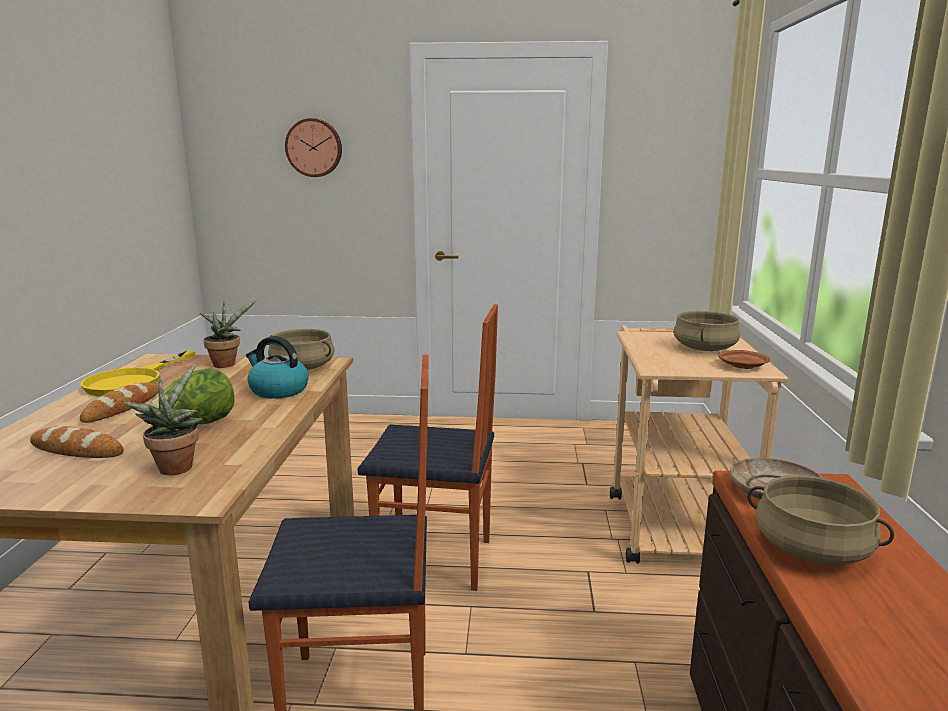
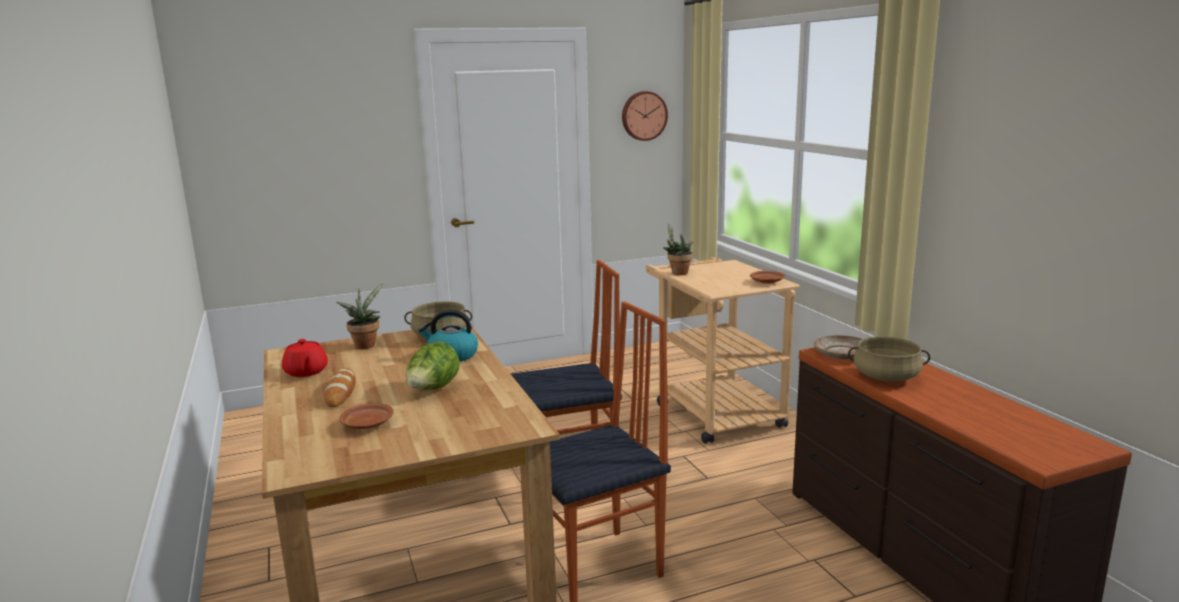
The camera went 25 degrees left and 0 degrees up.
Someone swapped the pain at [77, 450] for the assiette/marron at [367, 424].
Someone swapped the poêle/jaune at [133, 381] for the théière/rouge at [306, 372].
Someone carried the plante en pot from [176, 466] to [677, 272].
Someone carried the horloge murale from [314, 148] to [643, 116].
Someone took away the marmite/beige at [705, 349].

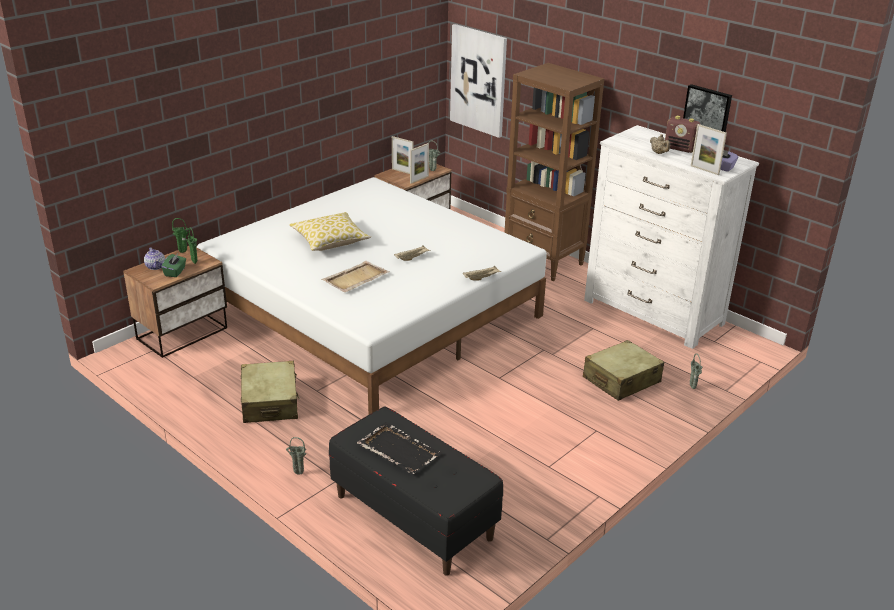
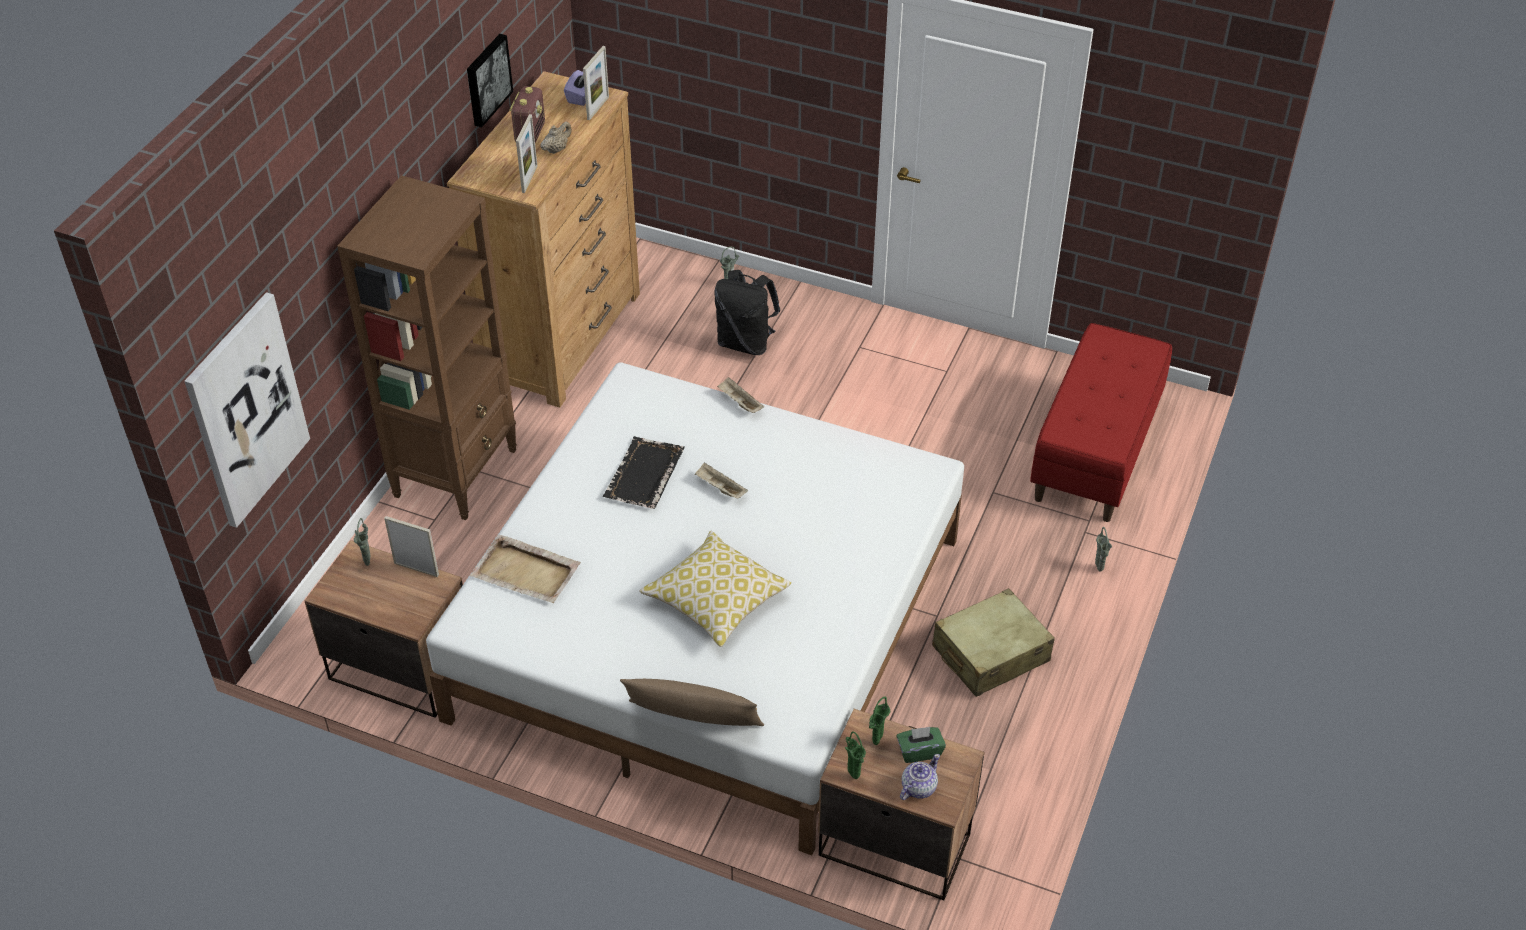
The camera went 110 degrees left and 15 degrees up.
Someone carried the plateau/beige from [355, 278] to [526, 572].
Someone repainted the banc/noir at [413, 517], which became the banc/rouge at [1096, 452].
Someone carried the plateau/noir from [398, 450] to [643, 475].
Someone carried the cadre photo from [402, 171] to [529, 179].
Someone swapped the valise/beige at [621, 380] for the sac à dos/noir at [745, 343].
Someone repainted the commode/blanc at [653, 312], which became the commode/marron at [562, 337].
Someone put down the coussin/marron at [693, 722].

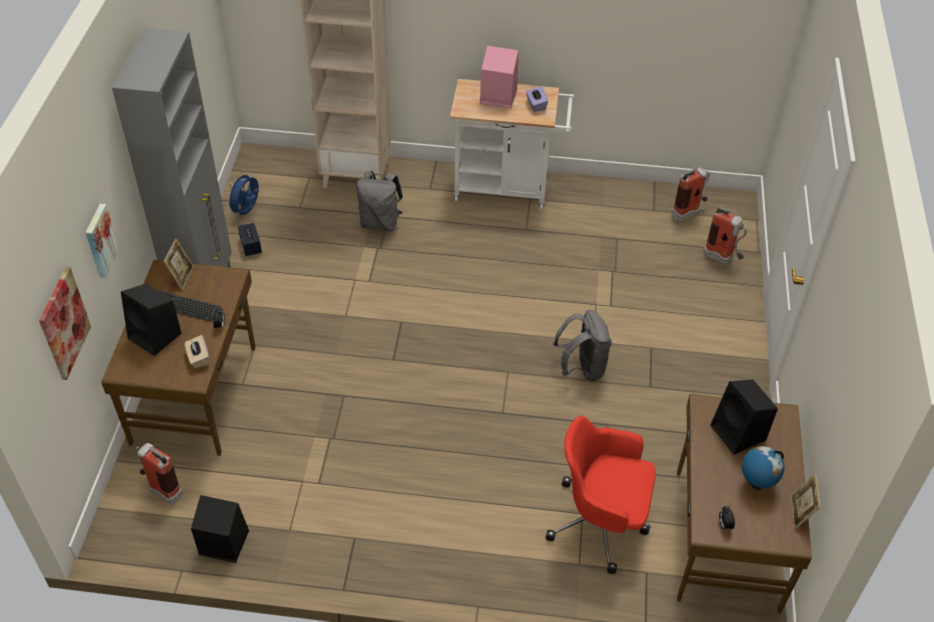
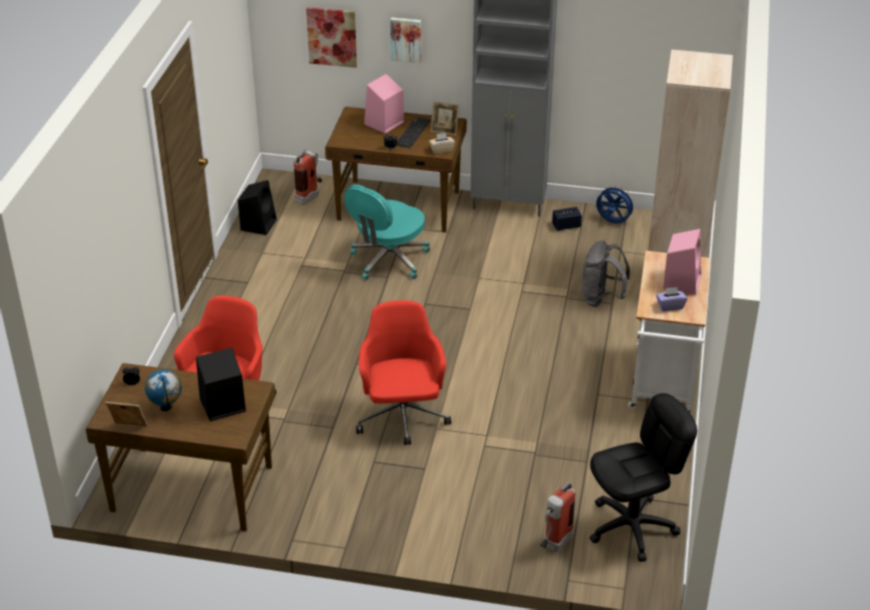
The camera went 95 degrees right and 10 degrees down.
Someone repainted the enceinte/noir at [156, 336], which became the enceinte/rose at [383, 124].
Someone carried the boîte à mouchoirs/beige from [198, 358] to [441, 150].
Someone swapped the sac à dos/gris at [582, 368] for the chaise de bureau/rouge at [402, 417].
Someone swapped the extincteur at [689, 213] for the chaise de bureau/noir at [632, 527].
Someone put down the chaise de bureau/turquoise at [388, 260].

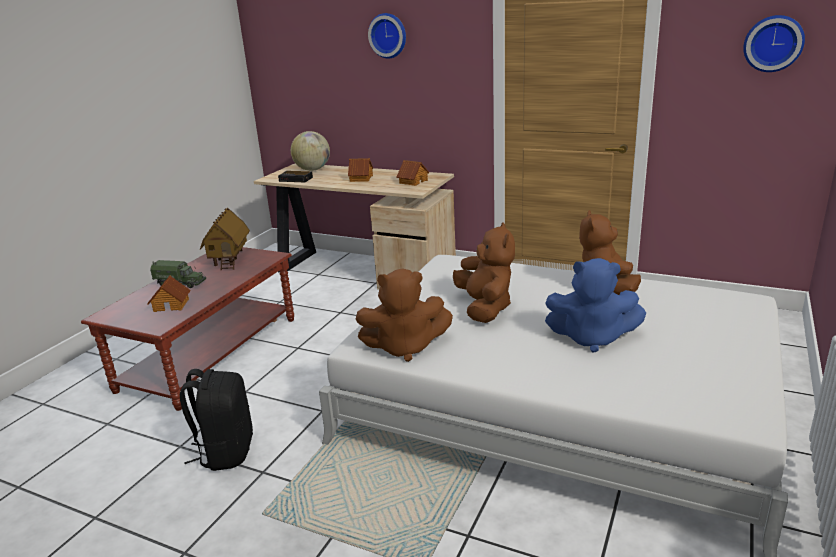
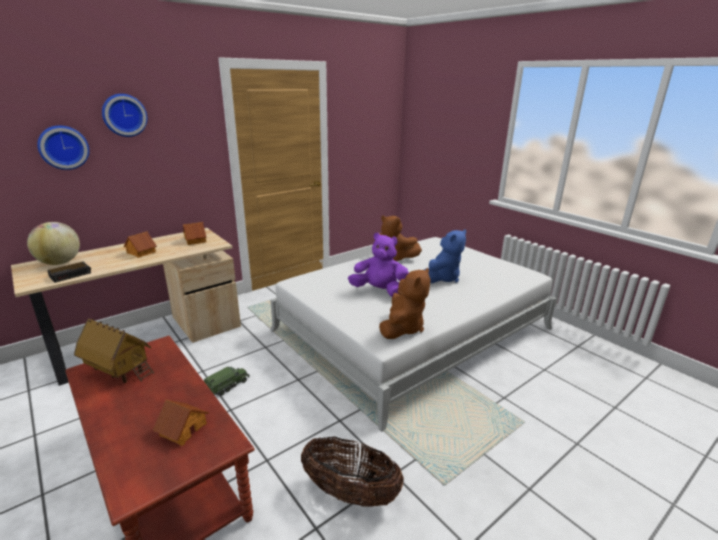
The camera went 65 degrees left and 0 degrees up.
Someone carried the camion jouet from [180, 283] to [228, 385].
Someone swapped the sac à dos/noir at [226, 452] for the panier at [350, 493].
Someone repainted the peluche/marron at [485, 308], which became the peluche/violet at [379, 291].
Someone carried the horloge murale from [773, 43] to [63, 147].

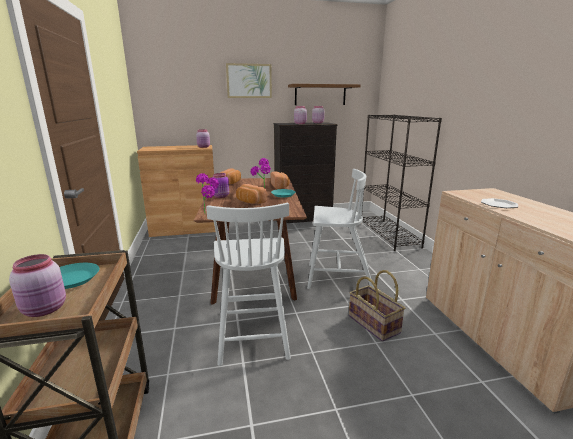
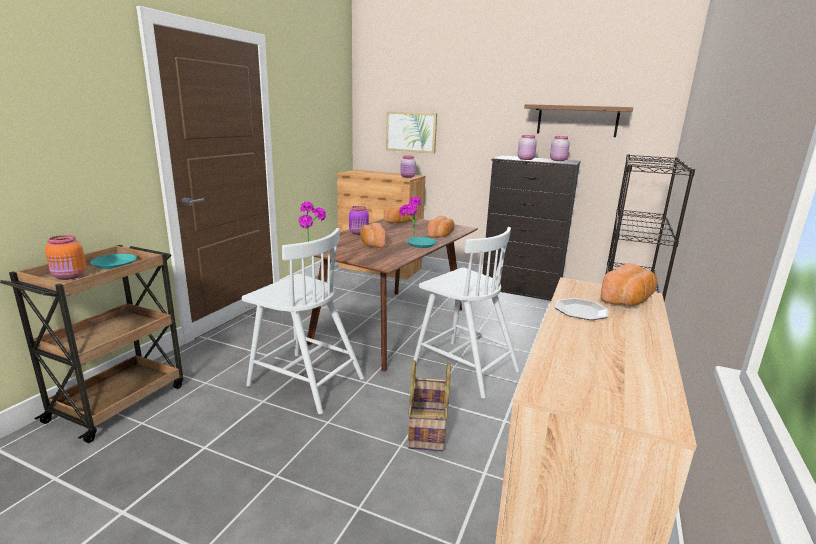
The camera went 35 degrees right and 0 degrees up.
Someone repainted the bocal/rose at [46, 309], which became the bocal/orange at [70, 276].
Someone rotated the chaise/blanc at [252, 332] by 90 degrees counterclockwise.
Someone carried the tableau from [249, 81] to [411, 132].
Someone put down the pain at [628, 300].

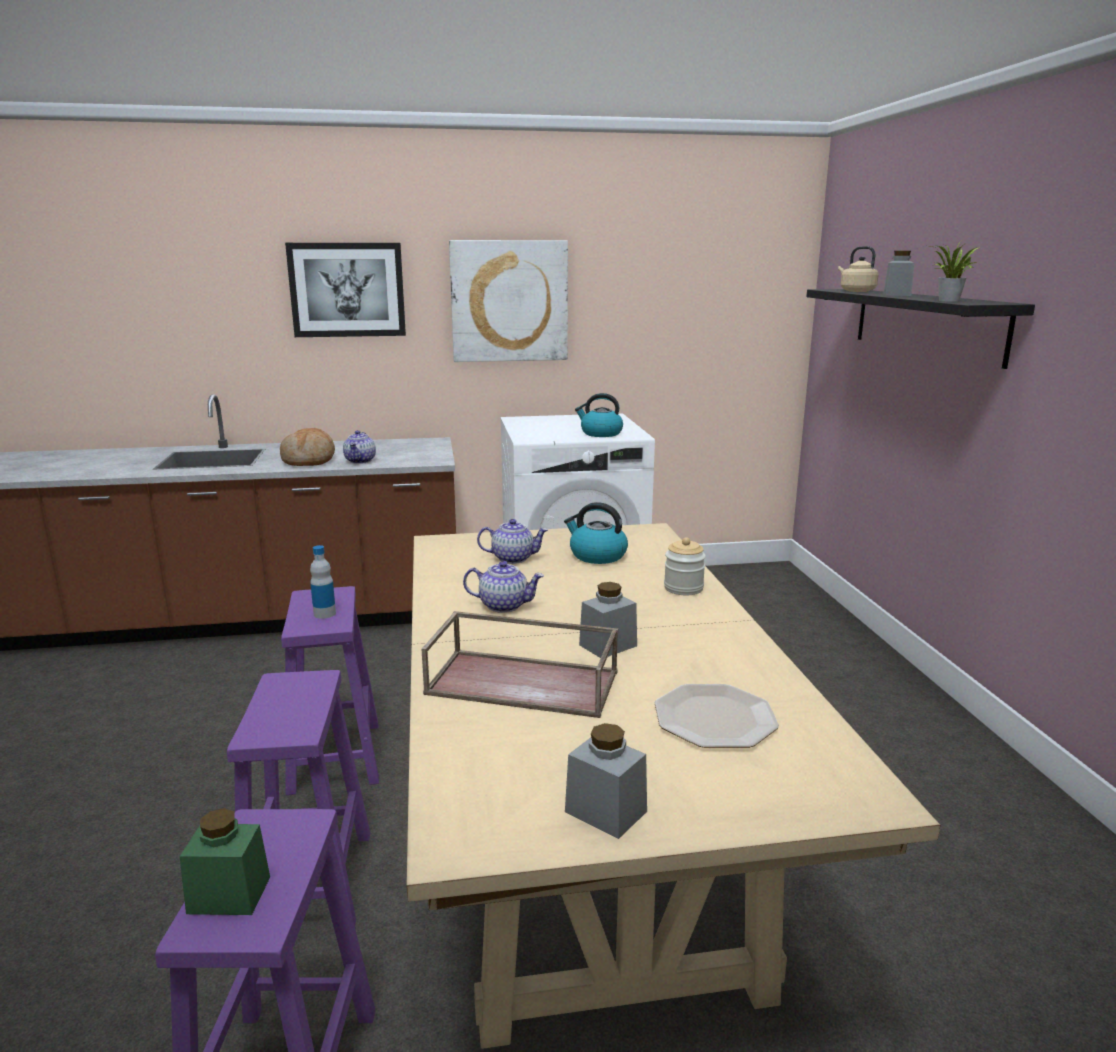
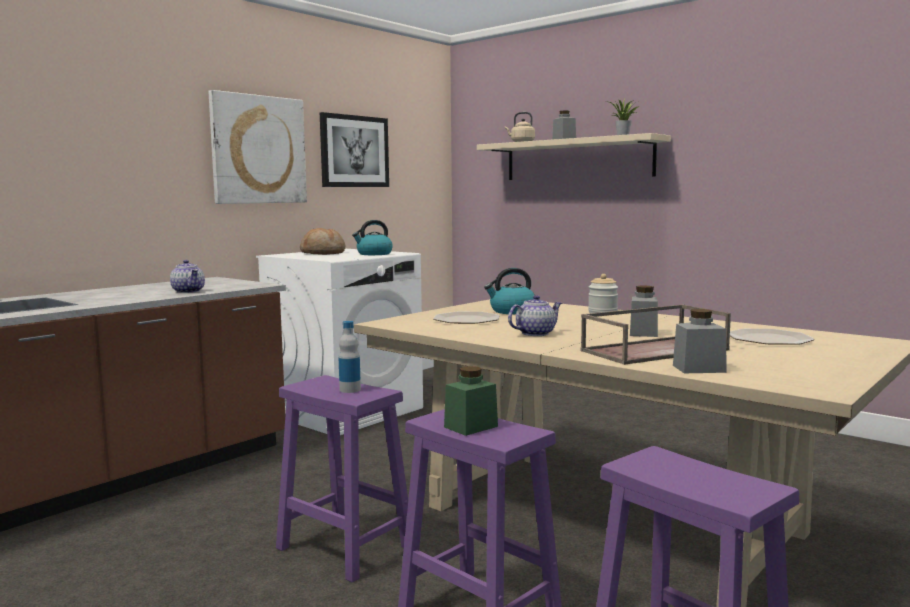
The camera went 40 degrees left and 10 degrees down.
Someone carried the bocal/vert from [229, 895] to [471, 427].
Someone carried the pain from [309, 460] to [322, 253].
Someone carried the tableau from [347, 290] to [354, 151].
Someone swapped the théière at [513, 558] for the assiette at [466, 320].
Someone carried the bocal/gris from [605, 811] to [699, 369].
Someone repainted the étagère/noir at [926, 324], which became the étagère/beige at [577, 159].

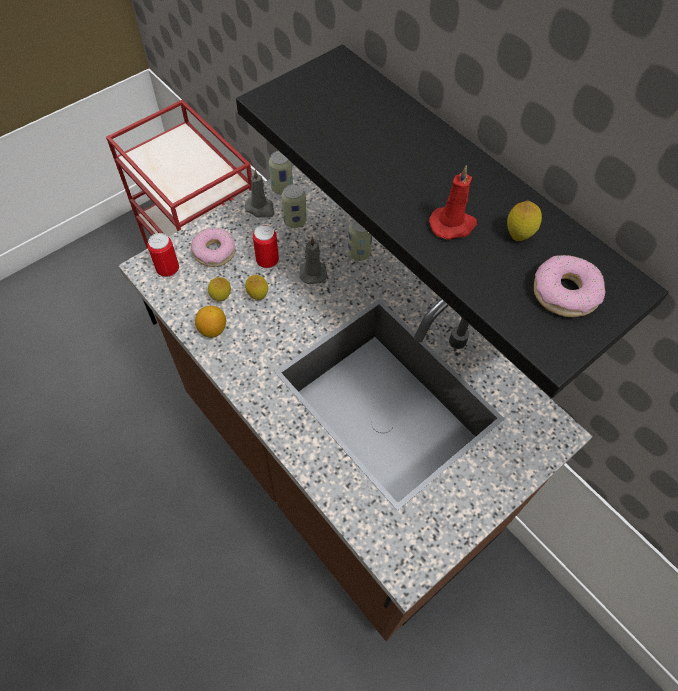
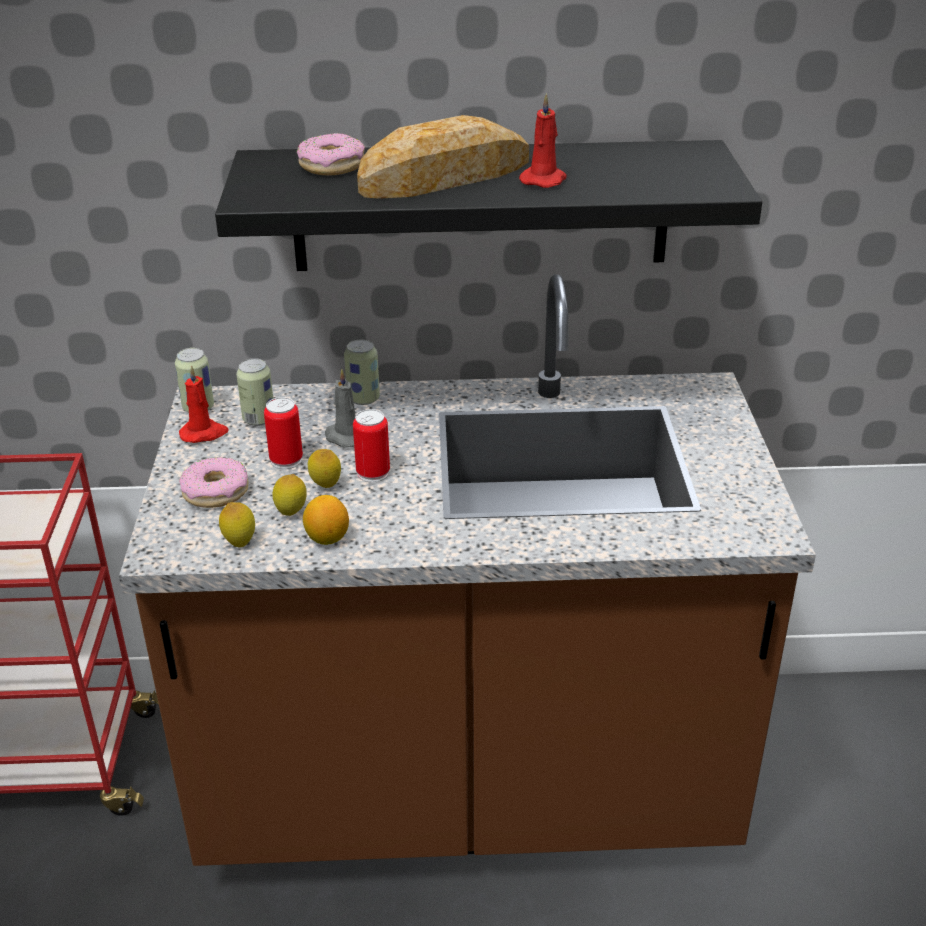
The camera went 50 degrees left and 25 degrees down.
Someone carried the boîte métallique from [168, 269] to [373, 473].
Someone repainted the bougie/gris at [260, 208], which became the bougie/rouge at [204, 433].
Someone carried the citron from [518, 235] to [240, 543].
Someone carried the beignet from [565, 293] to [332, 166].
Someone put down the pain at [445, 177].

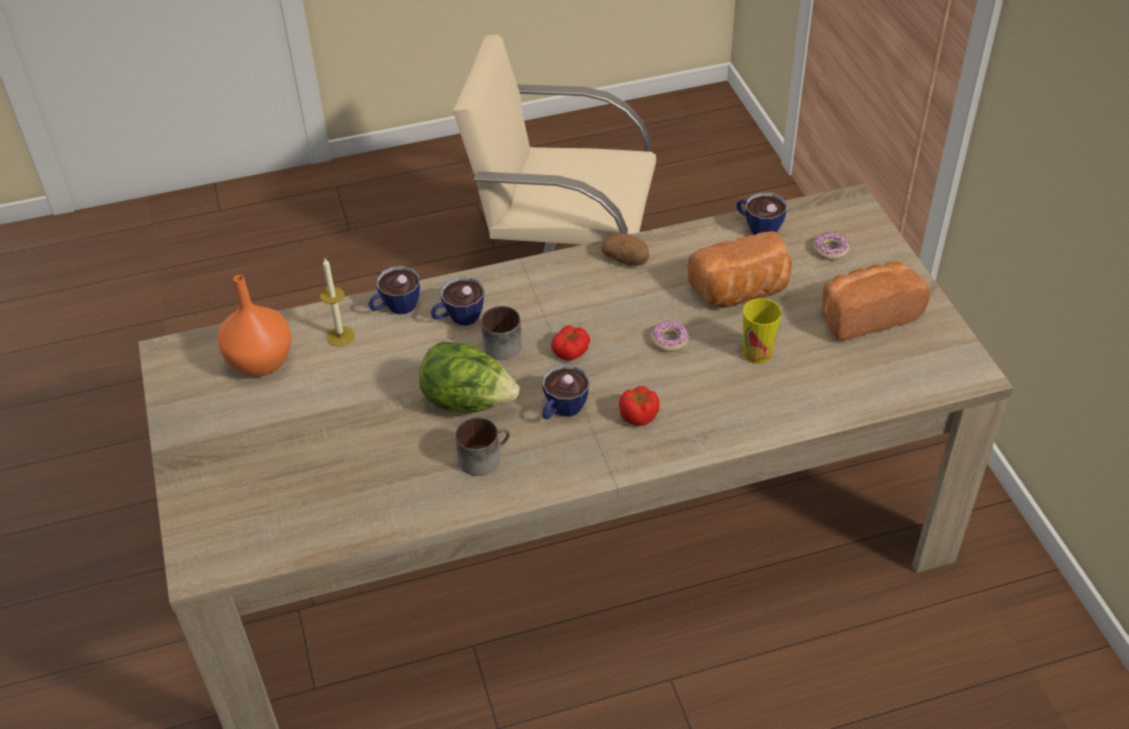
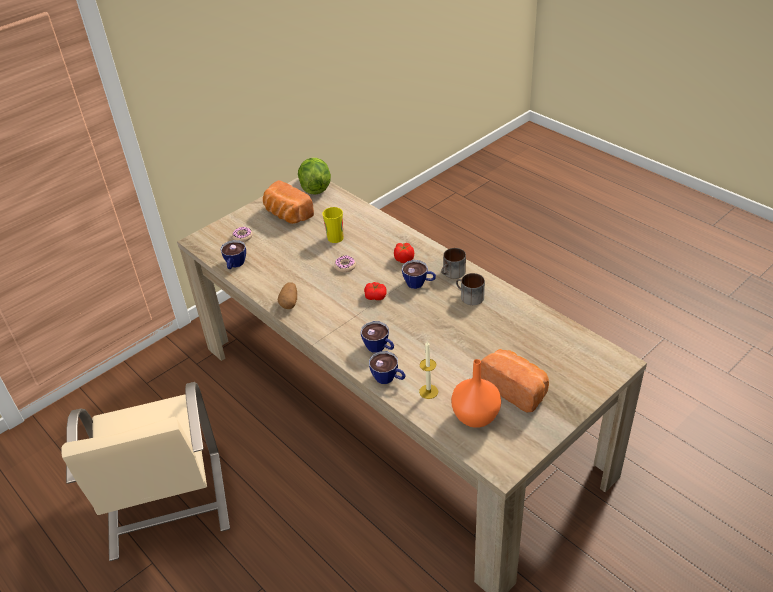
The camera went 115 degrees left and 5 degrees down.
Someone carried the laitue from [468, 402] to [315, 187].
Someone carried the mug from [499, 343] to [453, 273].
Someone carried the pain from [741, 292] to [516, 389].

